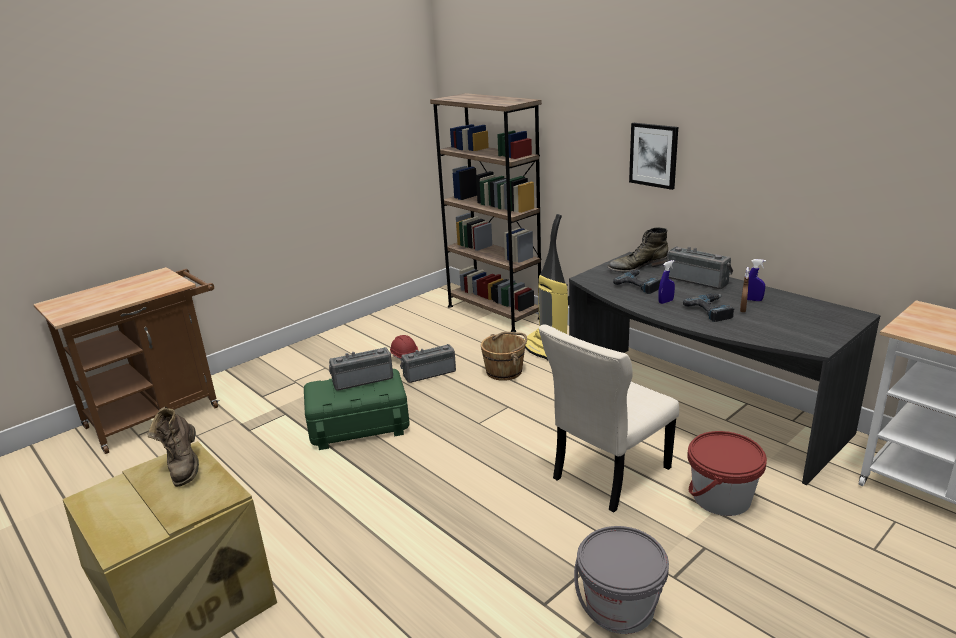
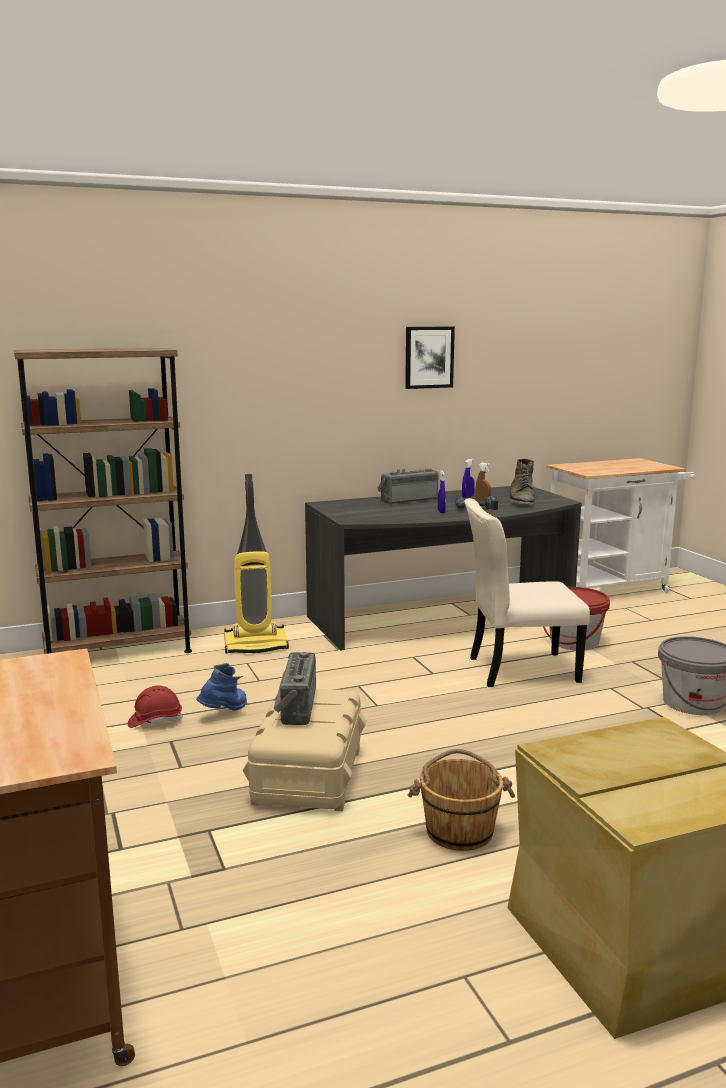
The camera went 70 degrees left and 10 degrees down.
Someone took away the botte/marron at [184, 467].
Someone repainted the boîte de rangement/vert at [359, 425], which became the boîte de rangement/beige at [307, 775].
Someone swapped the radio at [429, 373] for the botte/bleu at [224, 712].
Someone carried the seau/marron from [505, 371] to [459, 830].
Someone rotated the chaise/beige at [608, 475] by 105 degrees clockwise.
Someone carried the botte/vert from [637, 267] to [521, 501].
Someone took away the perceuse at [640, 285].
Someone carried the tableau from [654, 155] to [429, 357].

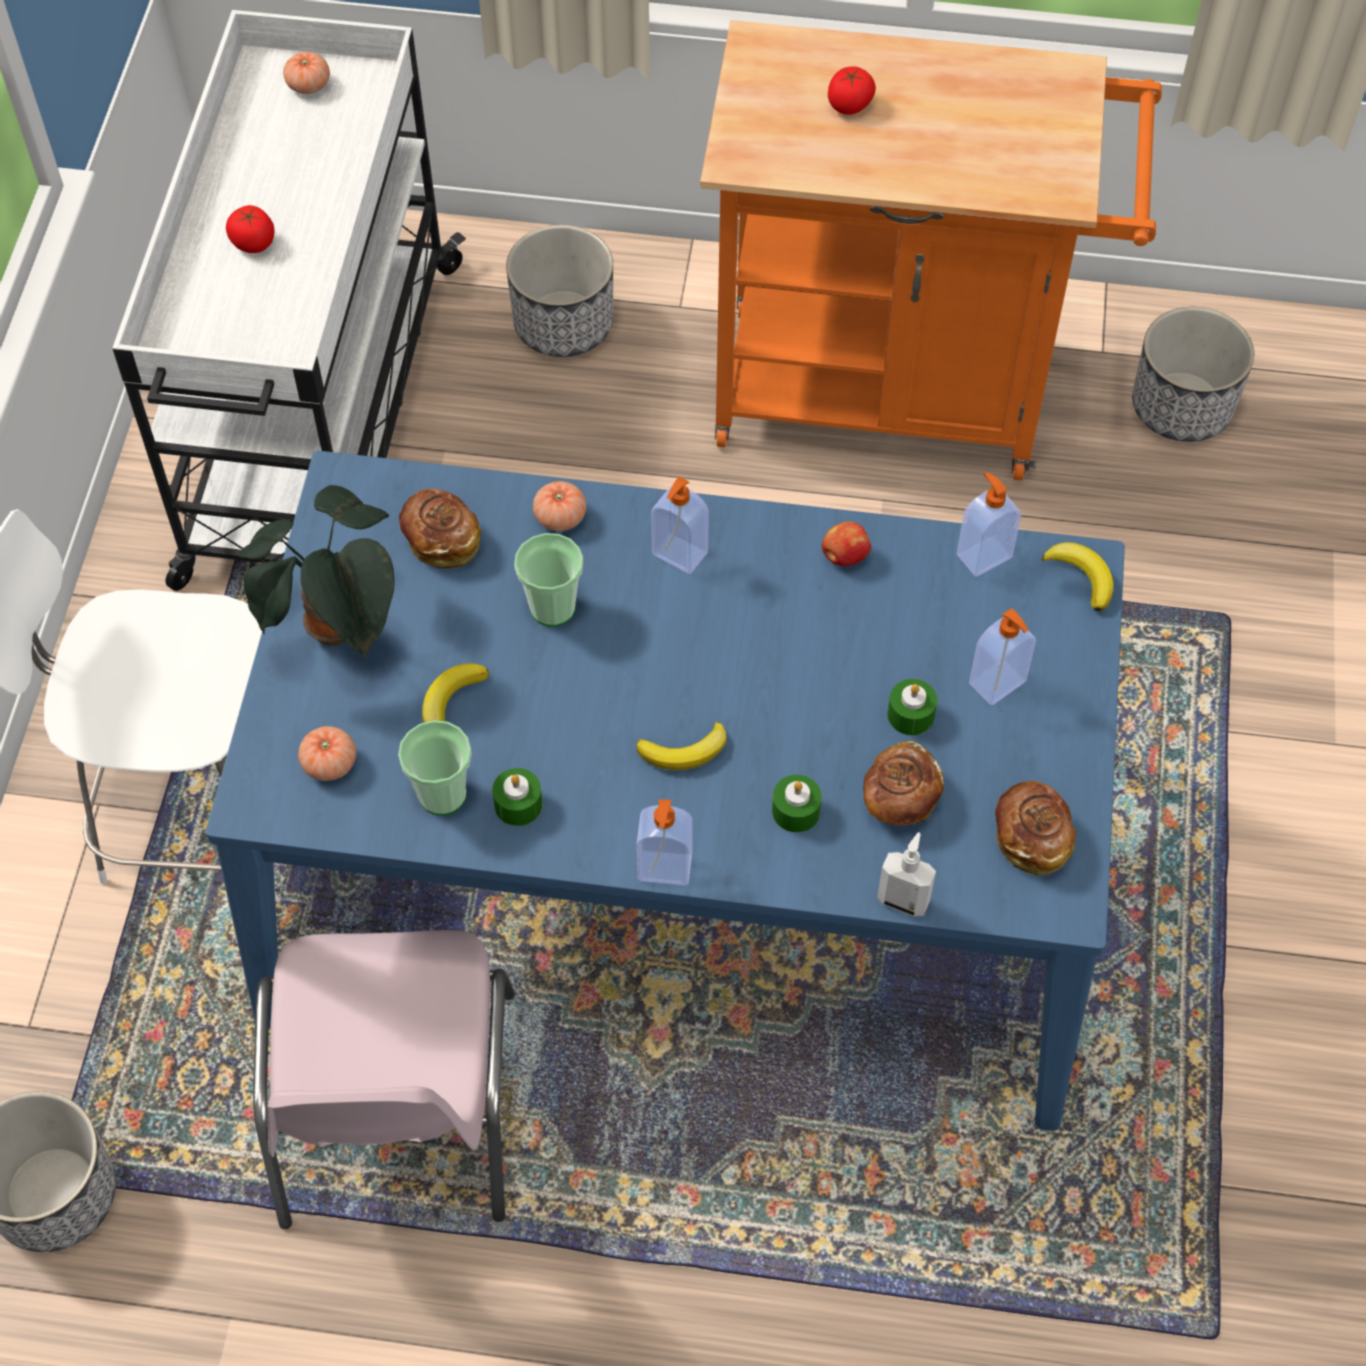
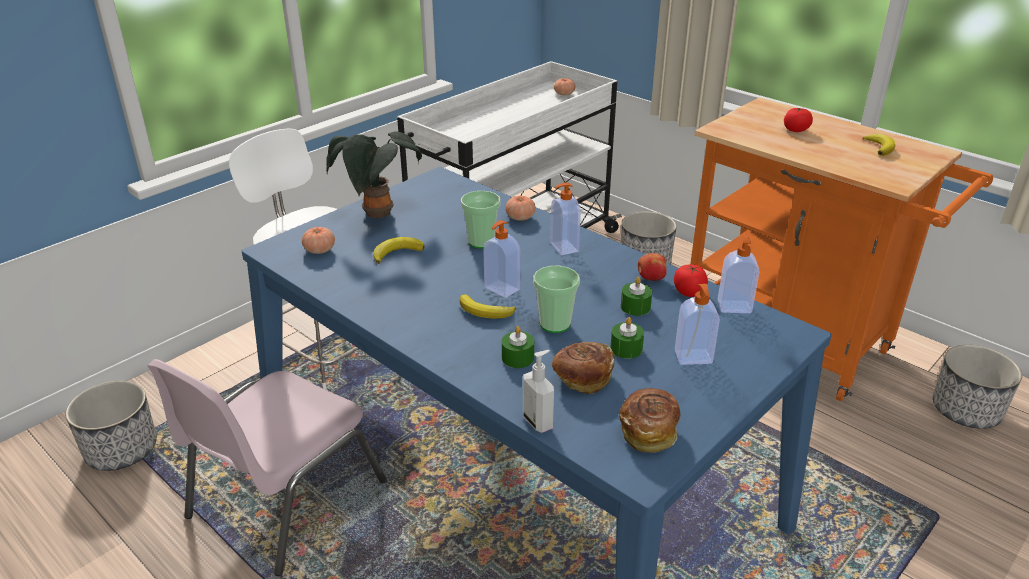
The camera went 35 degrees right and 25 degrees down.
Someone carried the tomate from [253, 243] to [689, 292].
Someone carried the tasse from [442, 794] to [555, 324].
Someone took away the pain at [441, 540].
Someone carried the bougie/vert from [518, 804] to [635, 307].
Someone carried the distributeur de savon from [664, 870] to [501, 289].
Someone carried the banane from [1082, 577] to [879, 147].

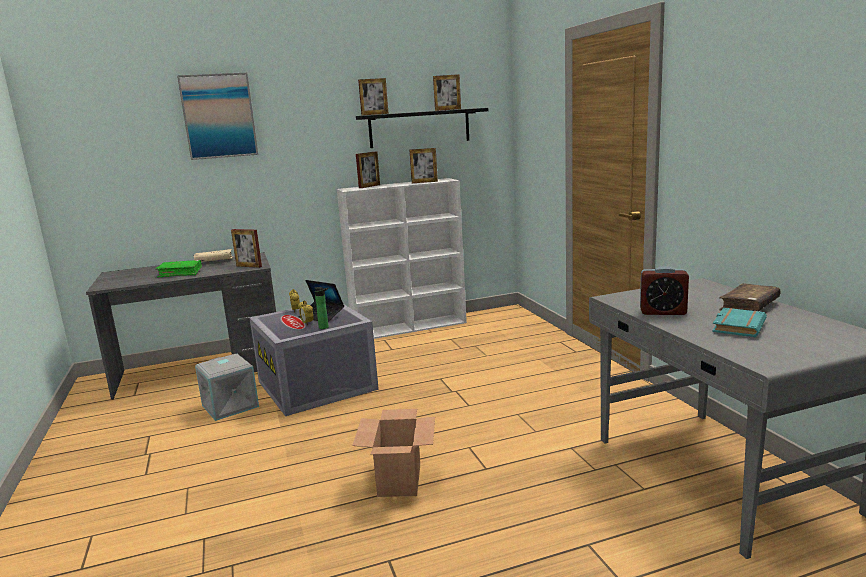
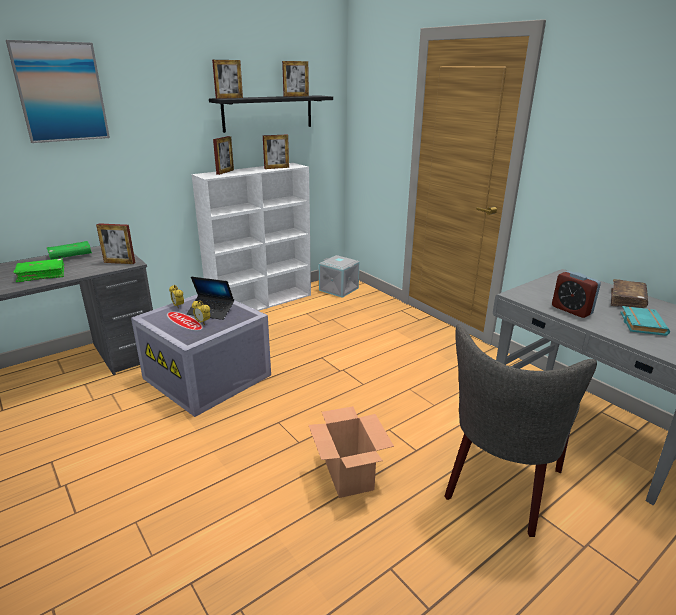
The camera went 20 degrees left and 10 degrees up.
Someone repainted the livre/beige at [214, 261], which became the livre/vert at [70, 256].
Someone carried the boîte de rangement/gris from [231, 406] to [339, 289].
Someone took away the bouteille at [325, 327].
Someone rotated the réveil at [662, 312] by 60 degrees clockwise.
Someone put down the chaise/gris at [500, 488].

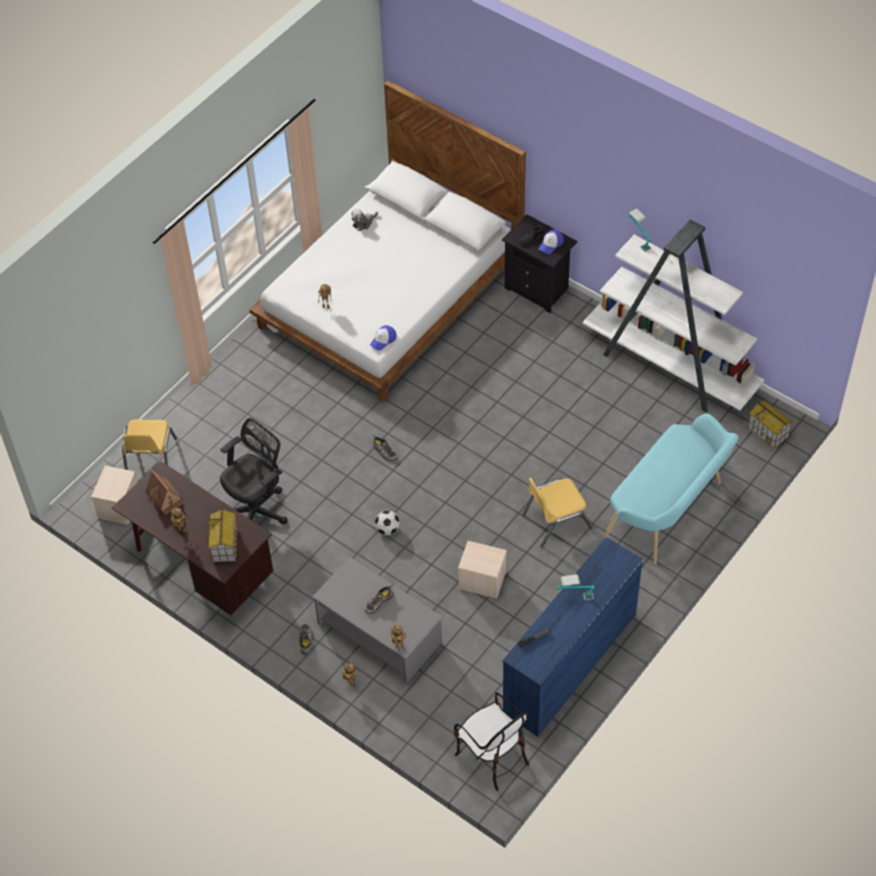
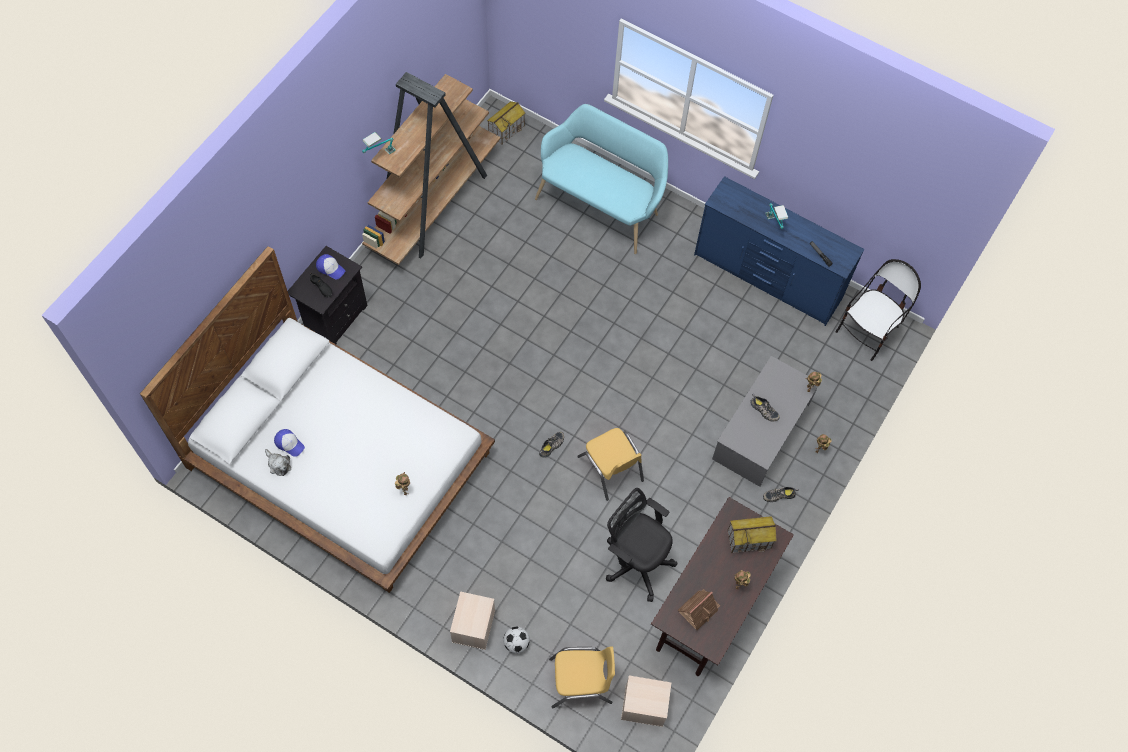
The camera went 100 degrees left and 10 degrees up.
Someone carried the casquette from [383, 340] to [289, 443].
Someone carried the ballon de foot from [387, 529] to [516, 643].
Someone carried the boîte de rangement/beige from [481, 580] to [474, 627].
Someone carried the chaise/jaune from [556, 521] to [611, 469].
Someone repainted the bibliothèque/blanc at [671, 367], which became the bibliothèque/marron at [434, 202].

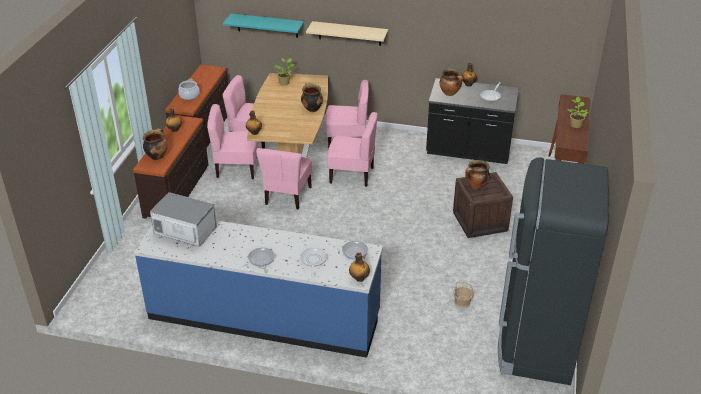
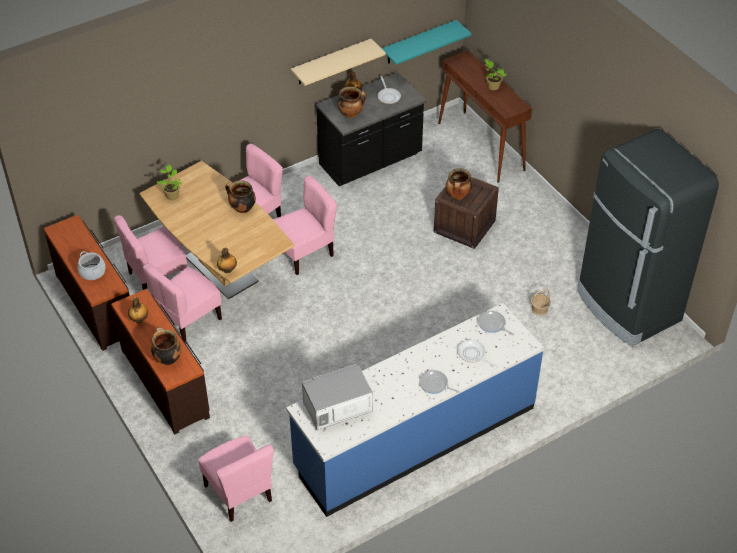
The camera went 45 degrees left and 10 degrees up.
Someone carried the étagère/turquoise from [267, 25] to [419, 42].
Someone carried the chaise/rose from [287, 196] to [239, 493].
Someone carried the étagère/beige from [349, 33] to [331, 62].
Someone took away the bouteille at [359, 278].

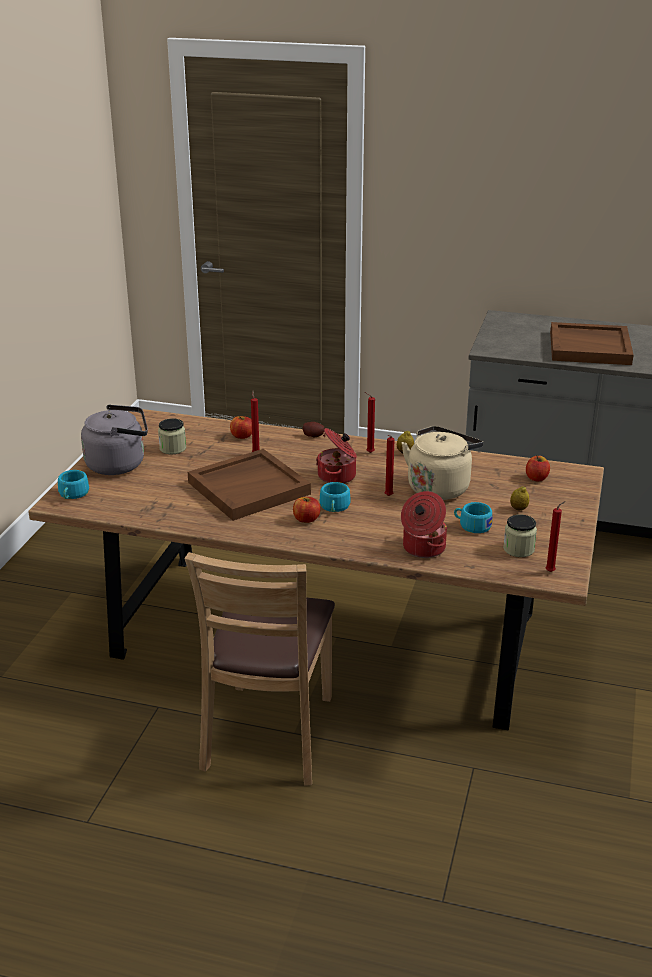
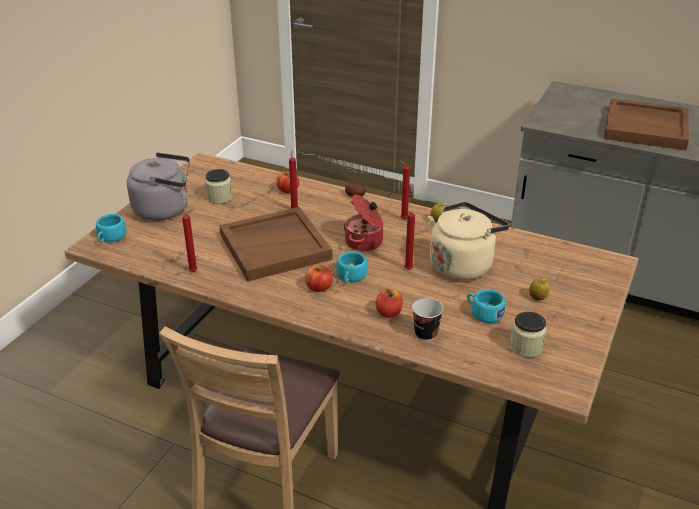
The camera went 10 degrees right and 5 degrees up.
Someone swapped the marmite at [422, 548] for the tasse at [425, 334].
Someone carried the pomme from [536, 478] to [389, 312].
Someone carried the bougie/rouge from [551, 571] to [195, 271].

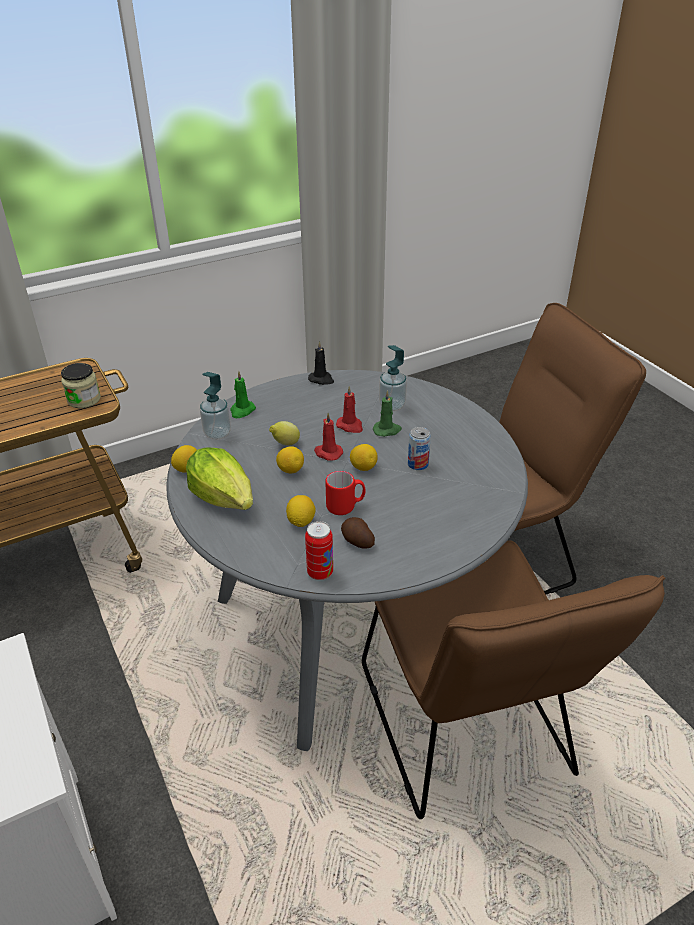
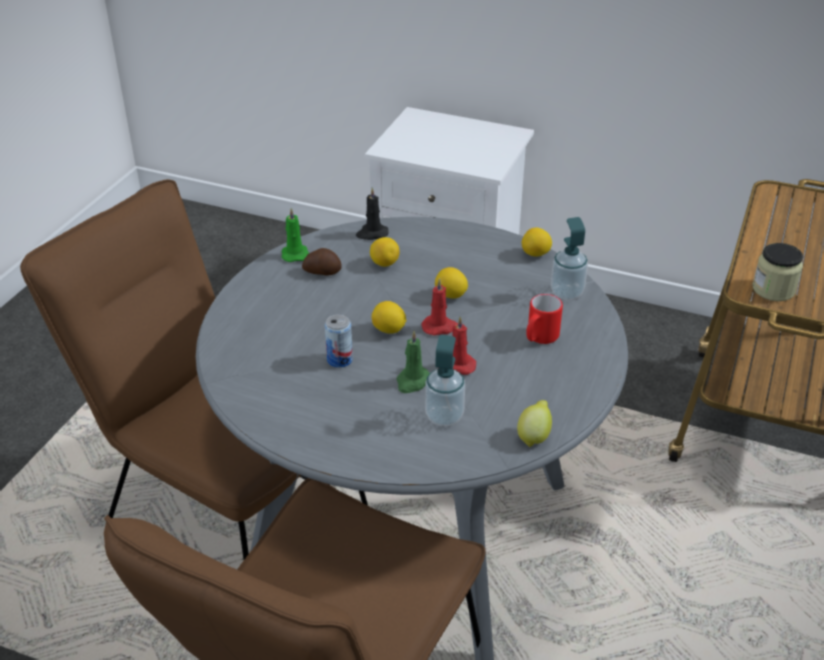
The camera went 140 degrees right and 0 degrees up.
Someone took away the laitue at [224, 497].
Someone carried the bougie/vert from [242, 411] to [294, 254].
Someone carried the citron from [285, 444] to [534, 436].
Someone took away the boîte métallique at [320, 572].
Someone carried the bougie/noir from [321, 379] to [372, 234].
Someone carried the mug/rouge from [345, 506] to [539, 338].

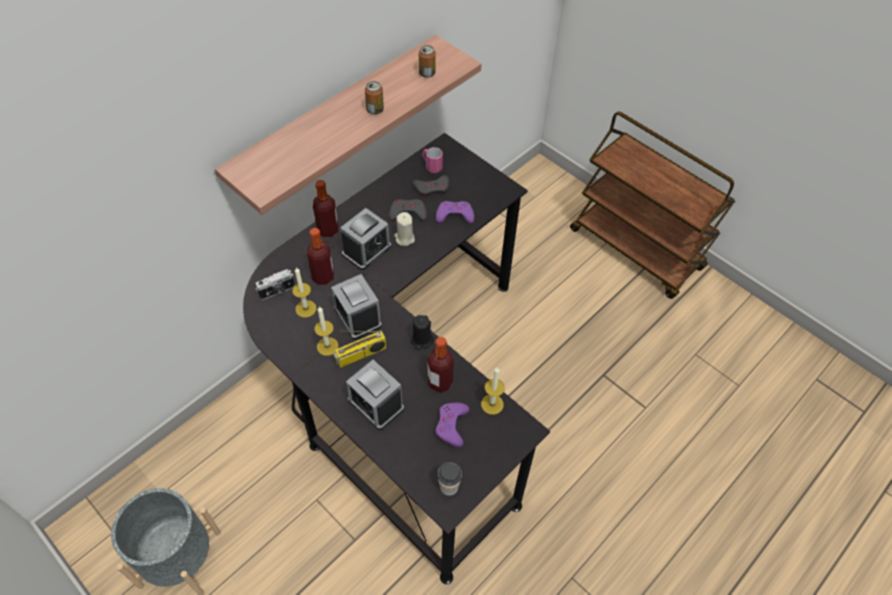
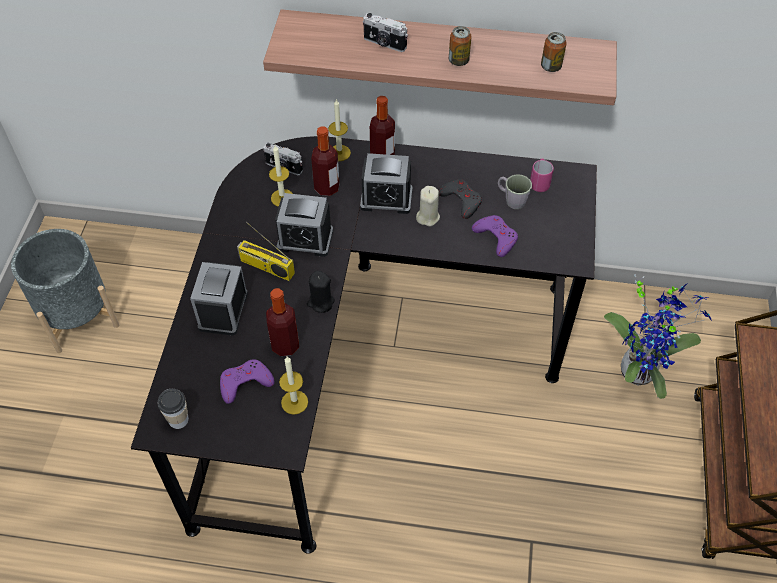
The camera went 55 degrees right and 0 degrees up.
Someone carried the bougie from [327, 346] to [339, 153].
Someone rotated the réveil at [357, 317] by 105 degrees counterclockwise.
Someone swapped the manette/gris at [432, 188] for the mug/gris at [511, 199].
Someone put down the appareil photo at [384, 44].
Someone put down the plante en pot at [640, 369].

